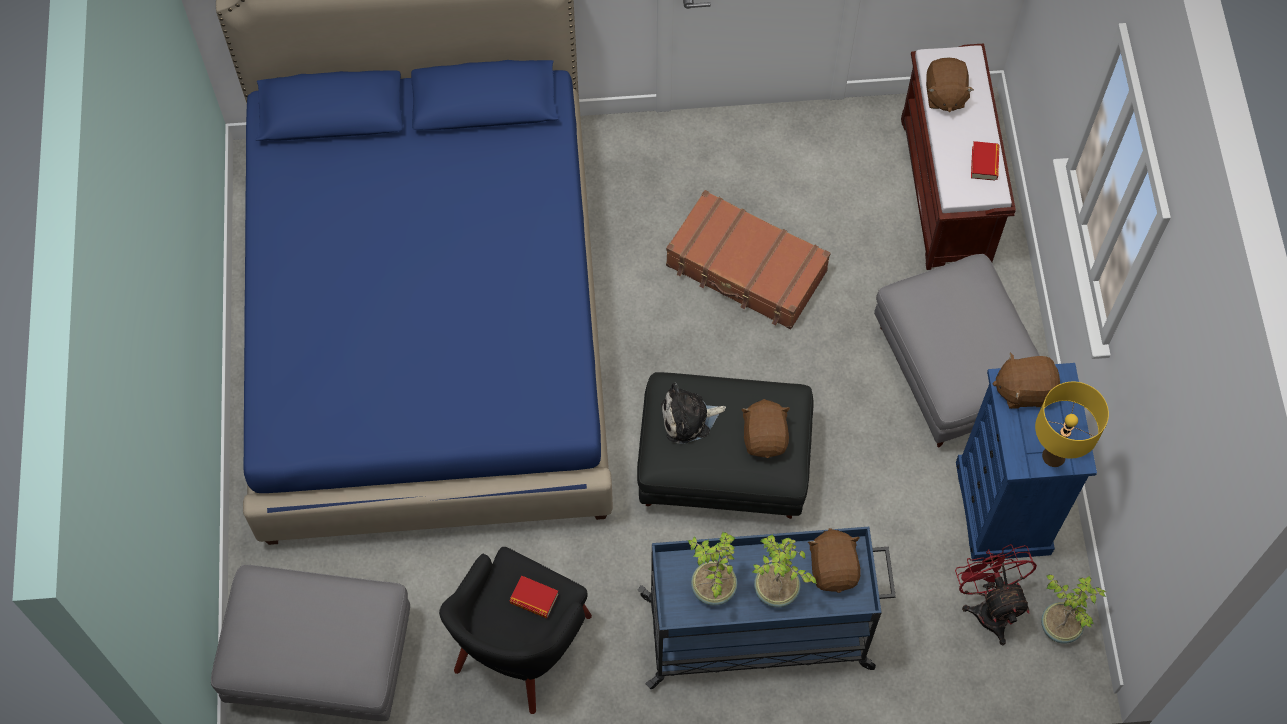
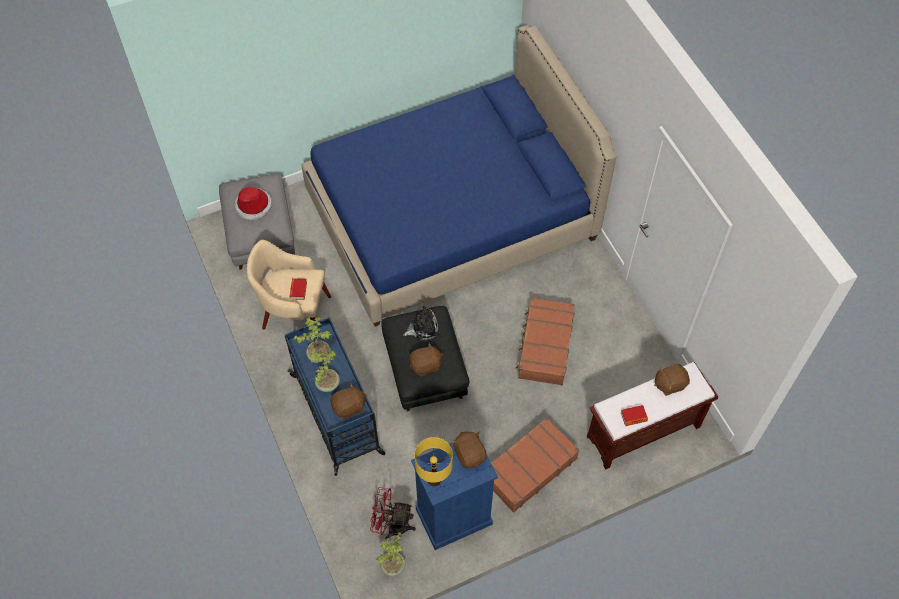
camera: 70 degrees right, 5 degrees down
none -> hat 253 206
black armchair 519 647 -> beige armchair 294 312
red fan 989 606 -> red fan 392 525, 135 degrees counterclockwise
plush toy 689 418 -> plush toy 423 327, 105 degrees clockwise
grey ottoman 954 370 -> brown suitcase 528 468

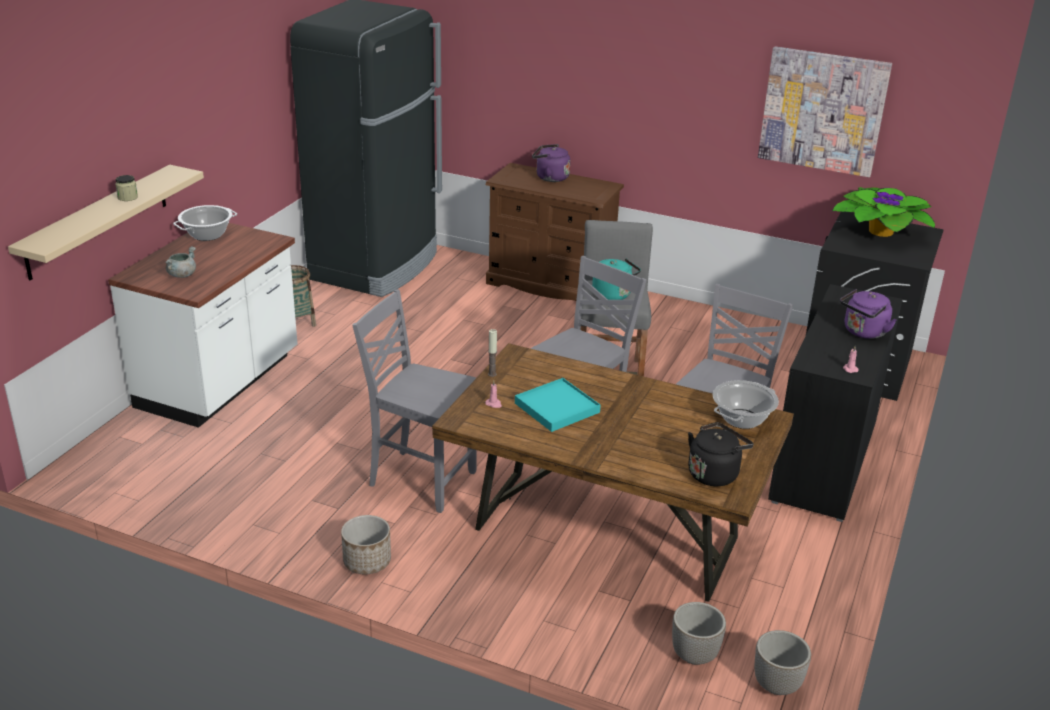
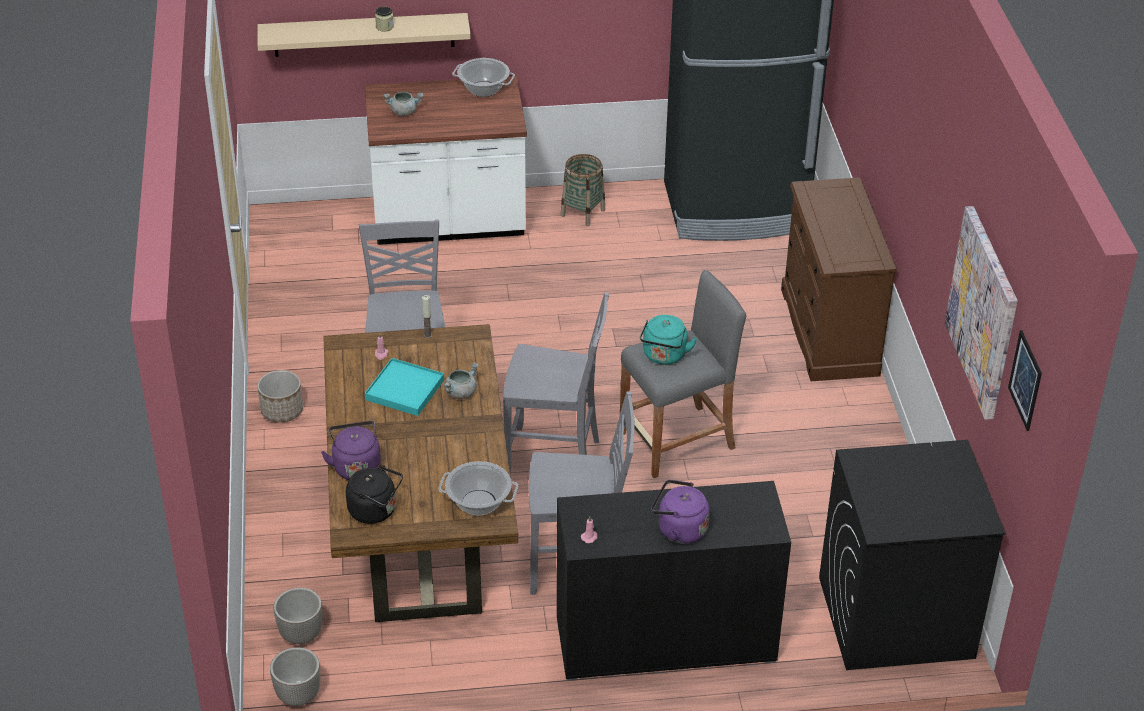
camera: 60 degrees right, 10 degrees up
purple kettle 550 178 -> purple kettle 356 466, moved
none -> grey cooking pot 460 392
none -> picture 1025 380
potted plant 879 232 -> none

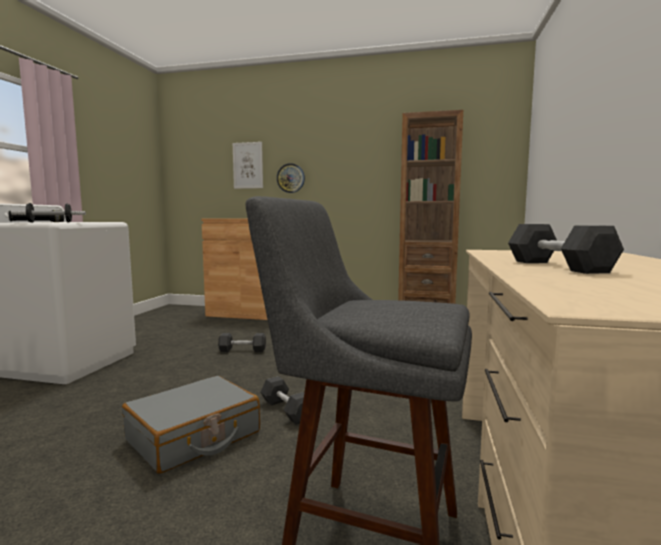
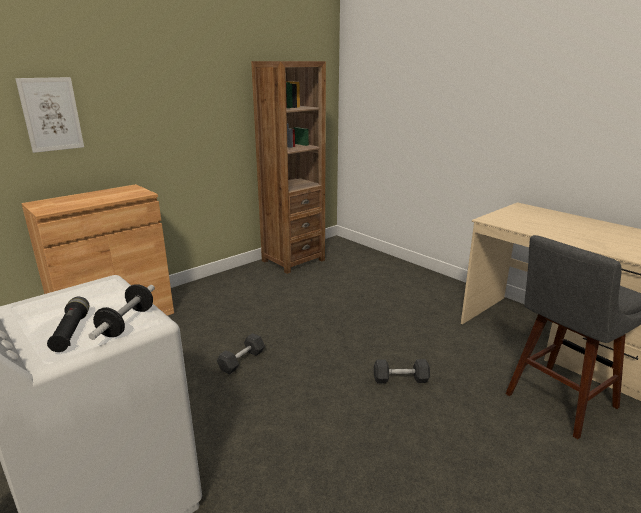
camera: 55 degrees left, 15 degrees up
grey suitcase 194 436 -> none
wall clock 290 178 -> none
grey dumbbell 557 266 -> none

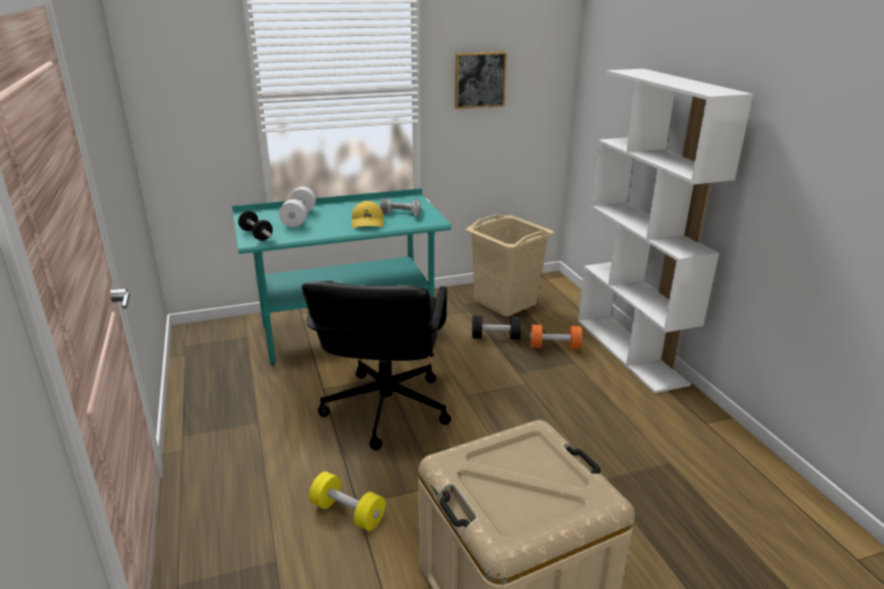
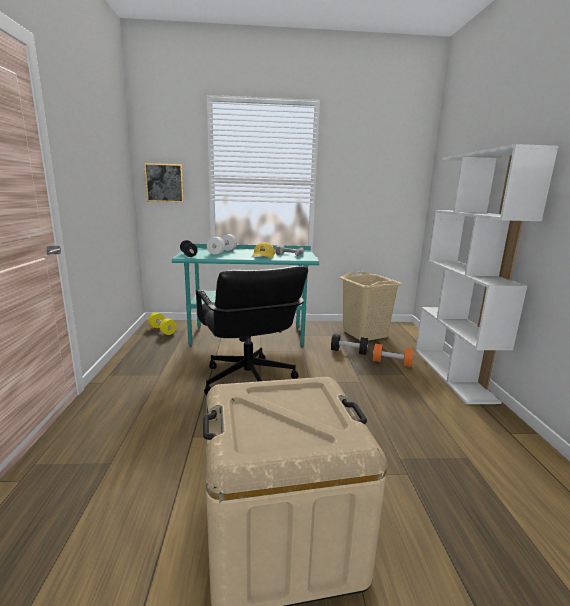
camera: 15 degrees right, 10 degrees down
picture 480 80 -> picture 164 183, moved
yellow dumbbell 348 513 -> yellow dumbbell 162 330, moved
black office chair 385 409 -> black office chair 248 381, 45 degrees counterclockwise

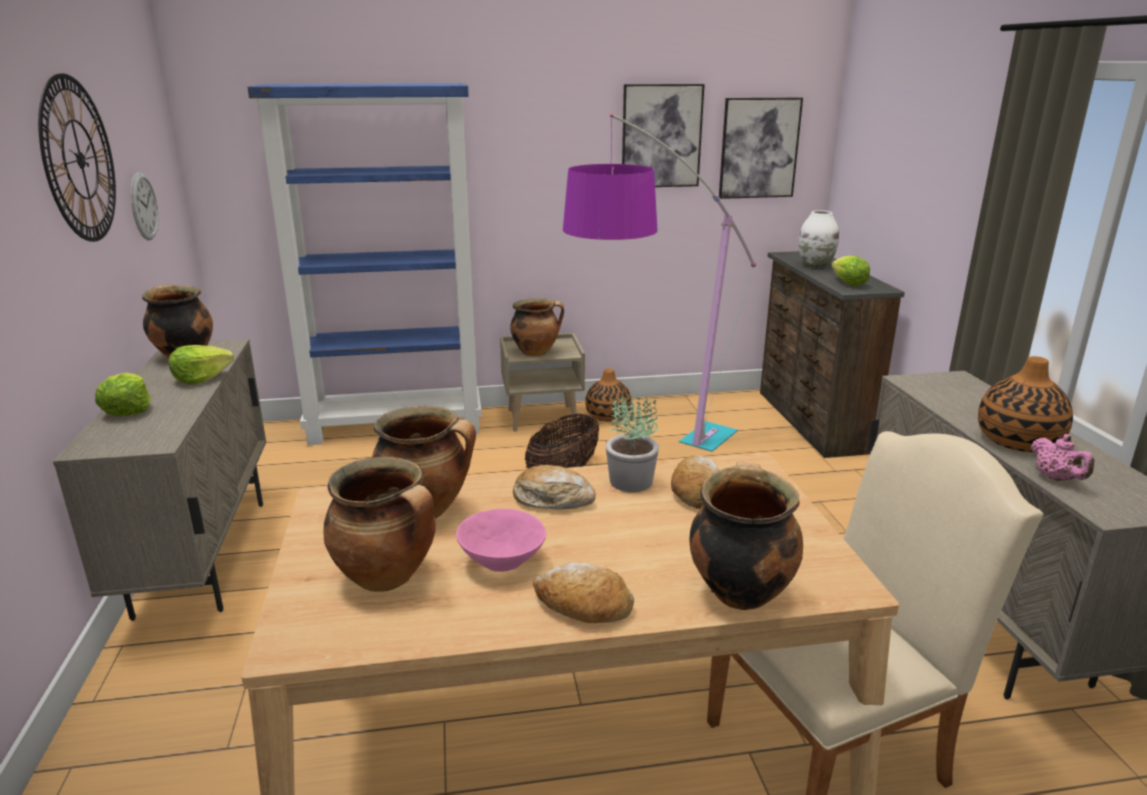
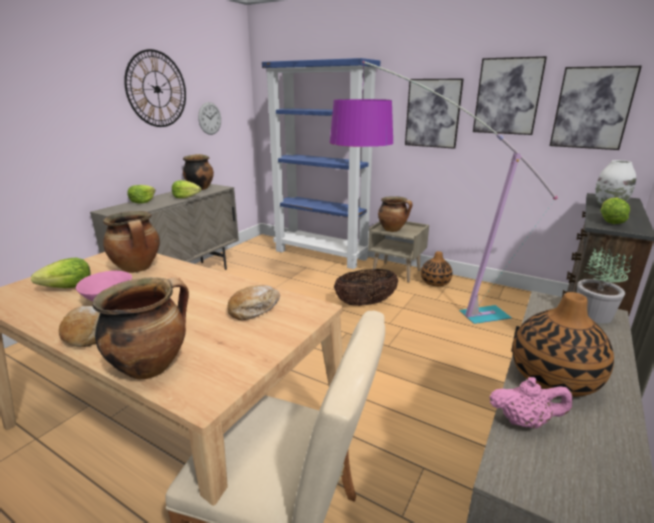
camera: 40 degrees right, 0 degrees up
cooking pot 388 577 -> lettuce 68 287
none -> picture 433 113
pink teapot 1056 478 -> pink teapot 524 421, 105 degrees counterclockwise
potted plant 631 482 -> potted plant 593 315, moved
bread 553 499 -> none

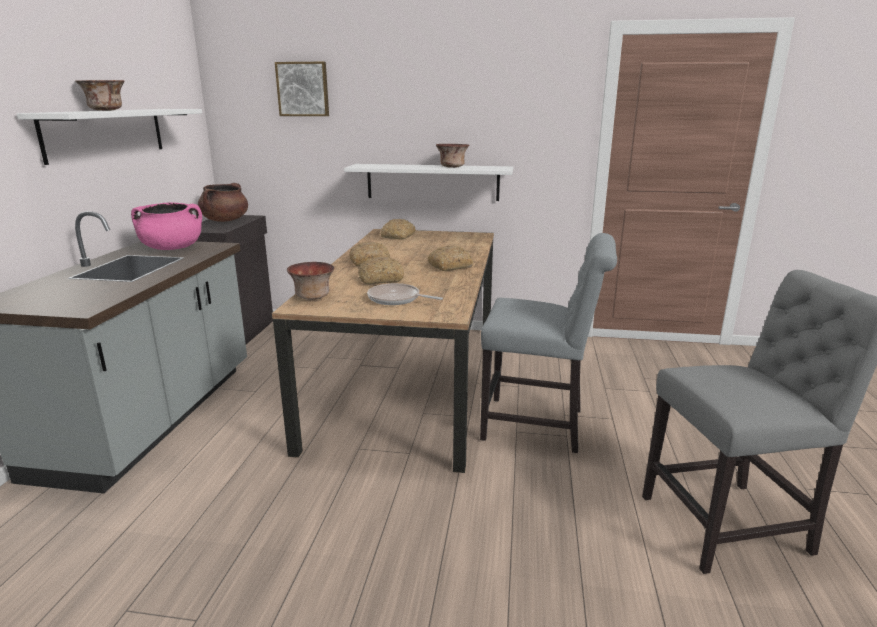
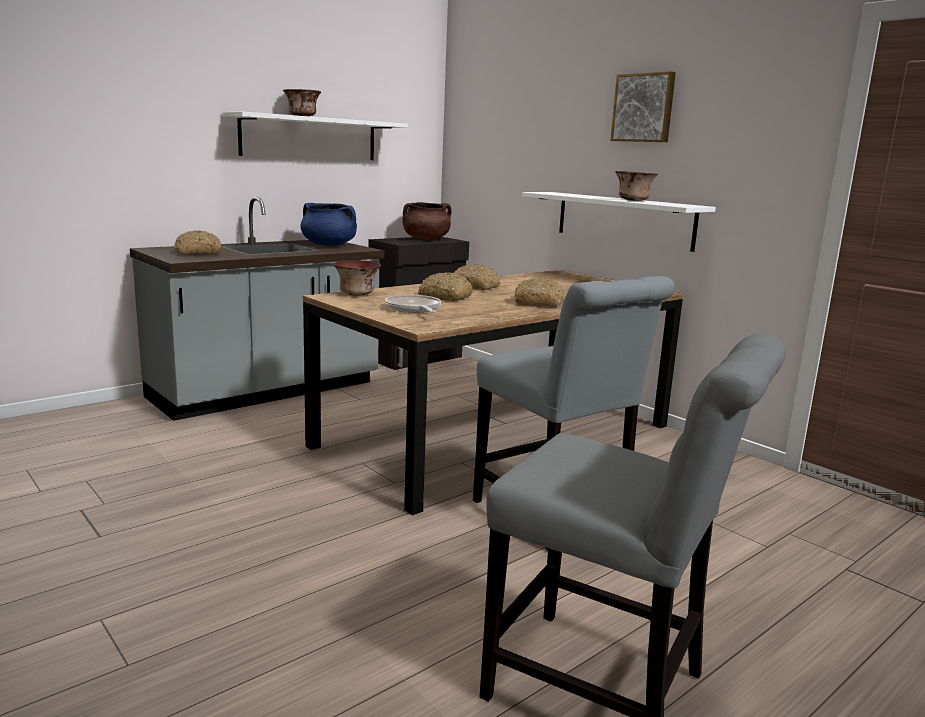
camera: 40 degrees right, 5 degrees down
bread 398 236 -> bread 197 253, moved
pink cooking pot 172 248 -> blue cooking pot 329 245
picture 303 89 -> picture 644 108, moved

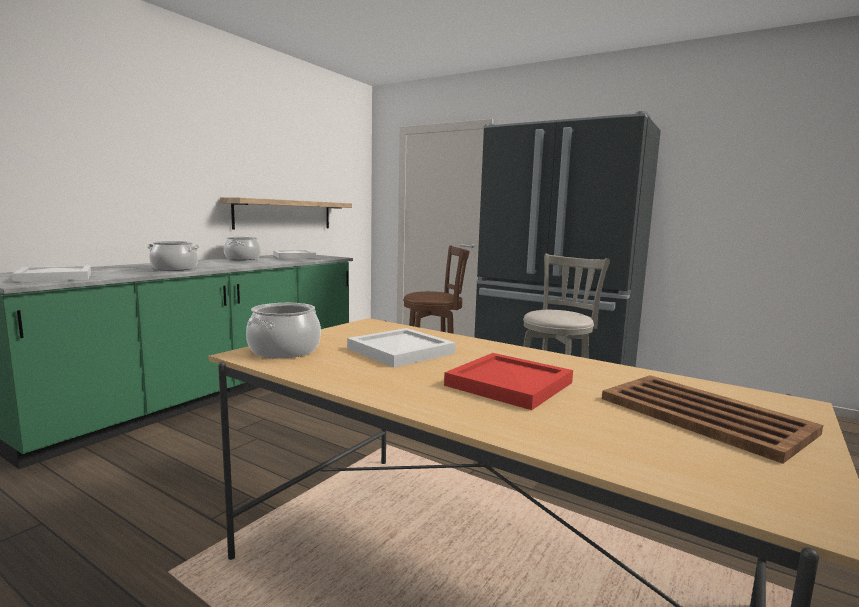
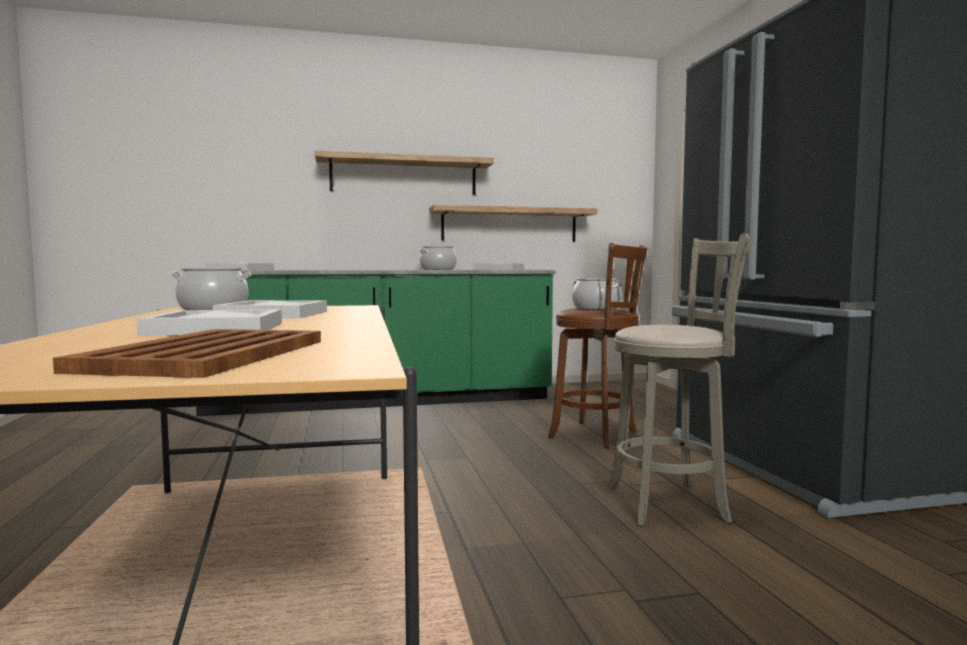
camera: 45 degrees right, 5 degrees down
red tray 507 384 -> white tray 215 328
none -> shelf 404 176
cooking pot 175 268 -> cooking pot 596 308, moved

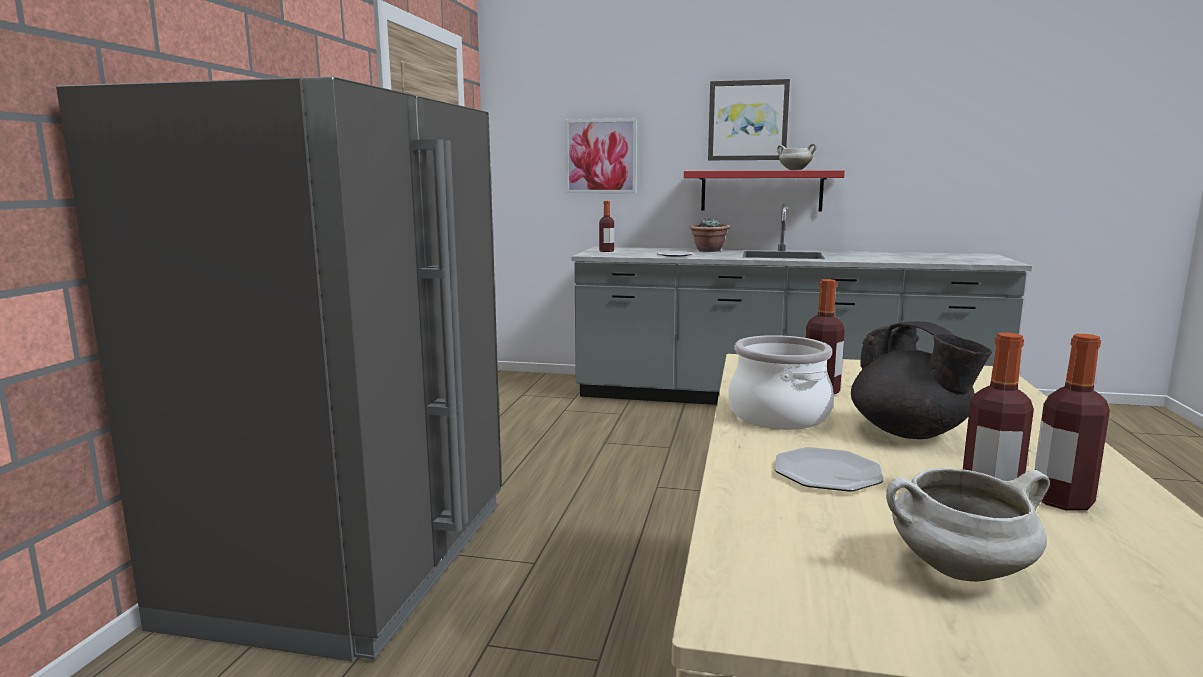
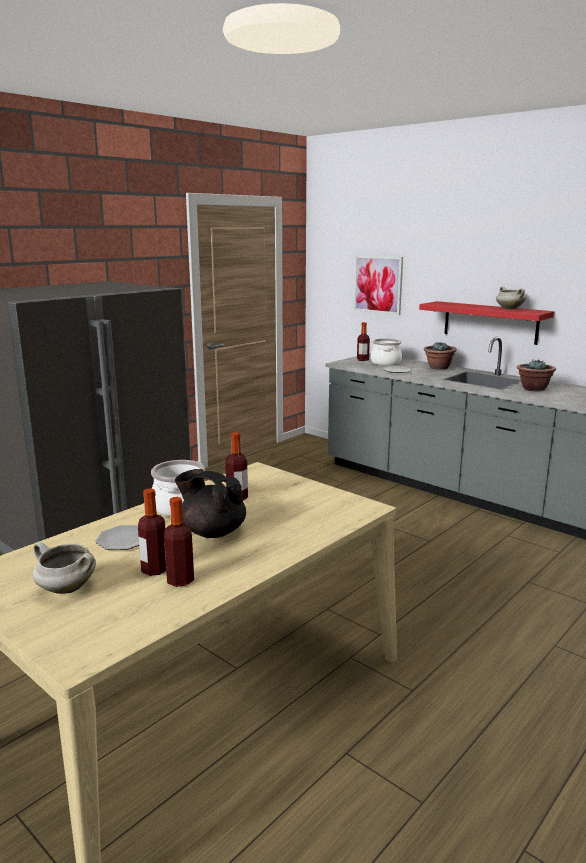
camera: 30 degrees right, 5 degrees up
black teapot 910 433 -> black teapot 212 532, 120 degrees clockwise
none -> cooking pot 385 362
none -> potted plant 533 389
picture 748 120 -> none

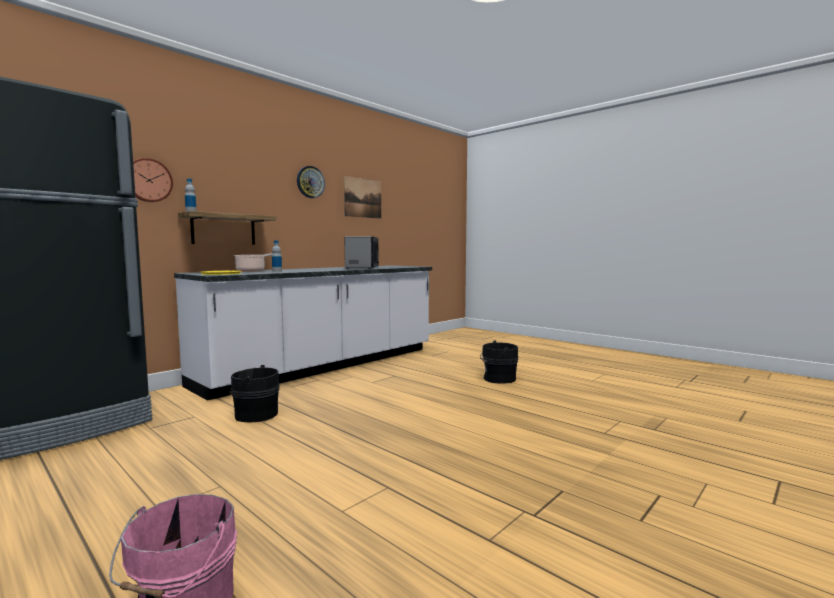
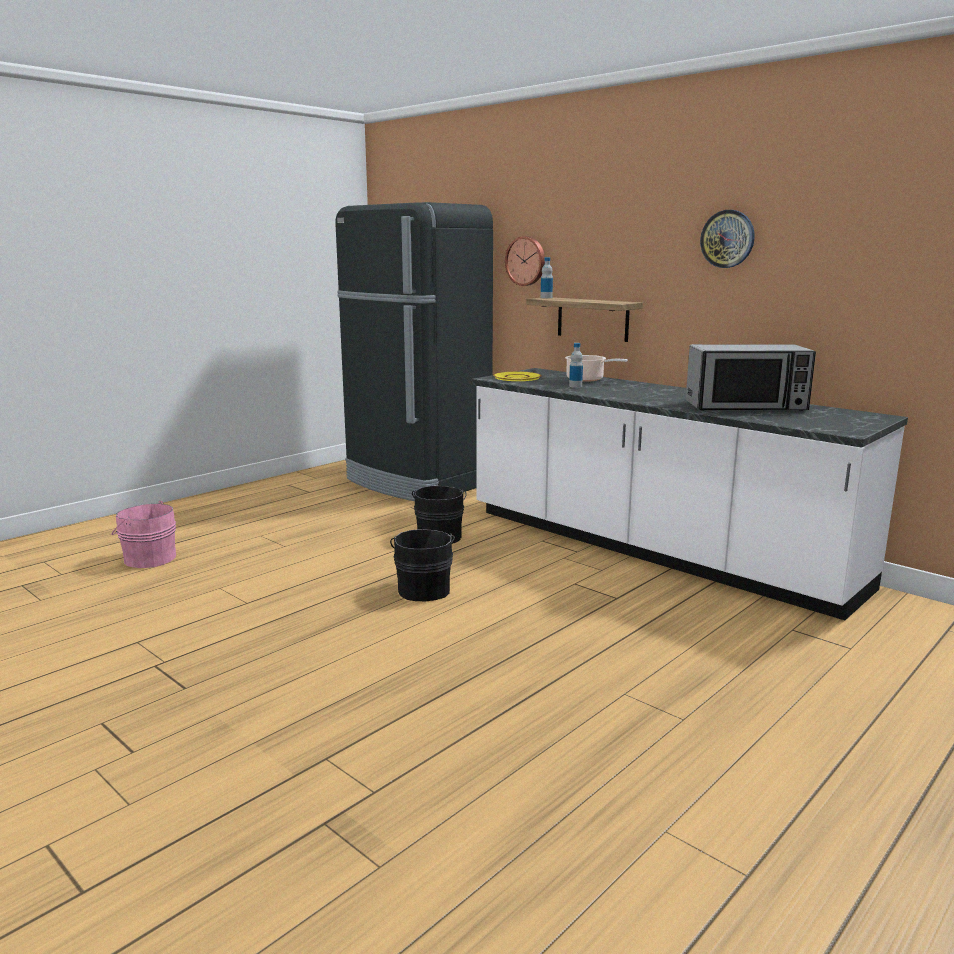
camera: 90 degrees right, 10 degrees up
black bucket 497 379 -> black bucket 424 589, moved
picture 363 198 -> none

